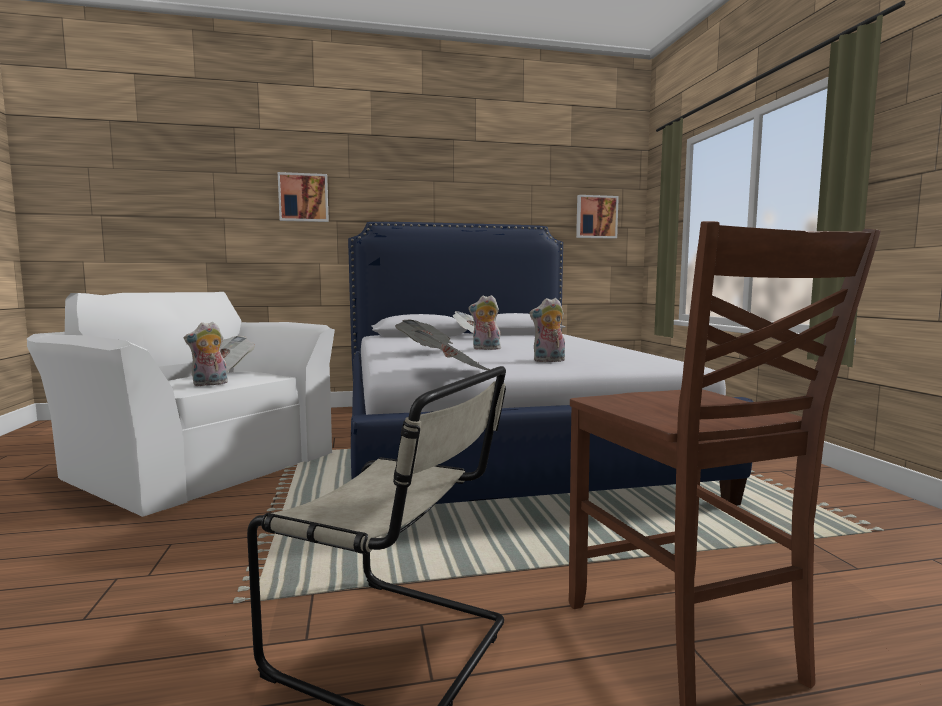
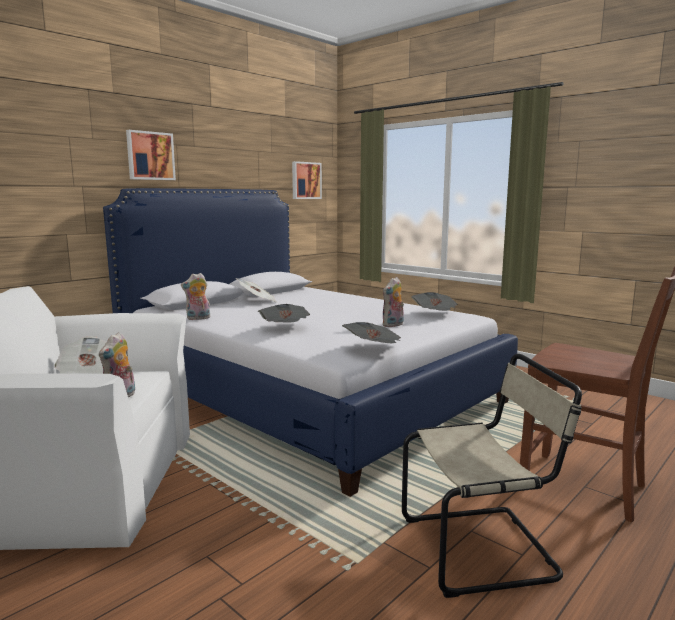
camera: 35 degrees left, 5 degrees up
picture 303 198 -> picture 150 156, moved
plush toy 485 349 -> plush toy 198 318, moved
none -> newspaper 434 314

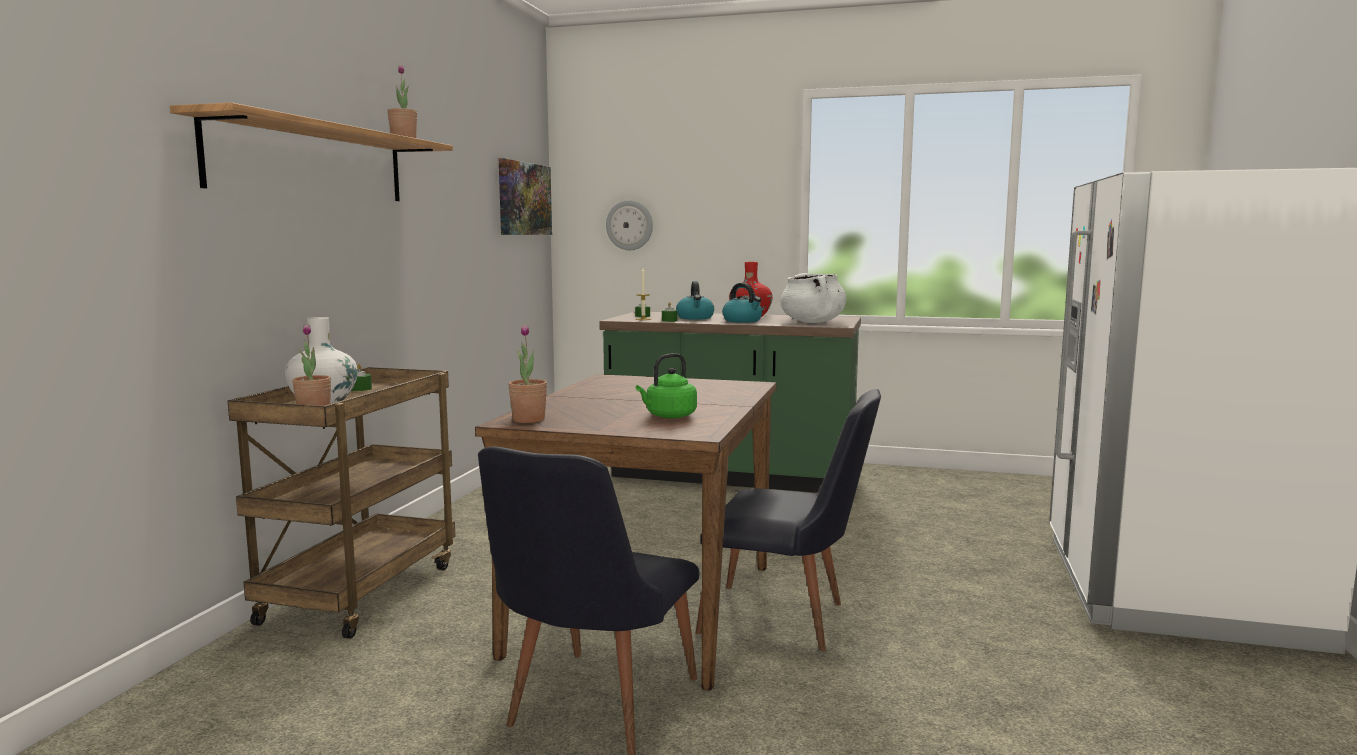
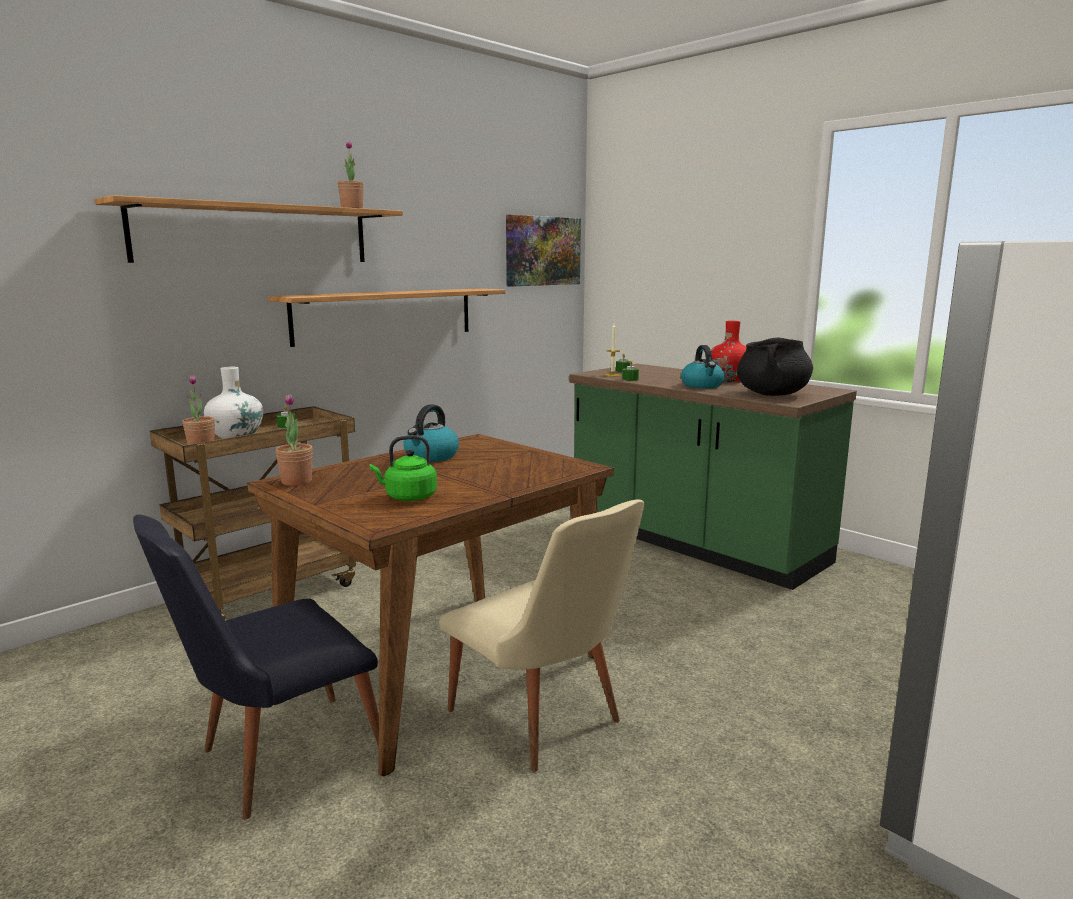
camera: 30 degrees right, 5 degrees up
none -> shelf 386 315
kettle 695 318 -> kettle 431 456, moved
black chair 787 620 -> beige chair 544 724
white cooking pot 812 322 -> black cooking pot 772 394
wall clock 629 225 -> none

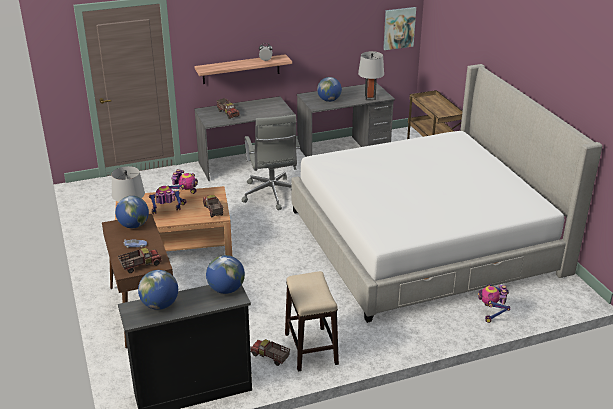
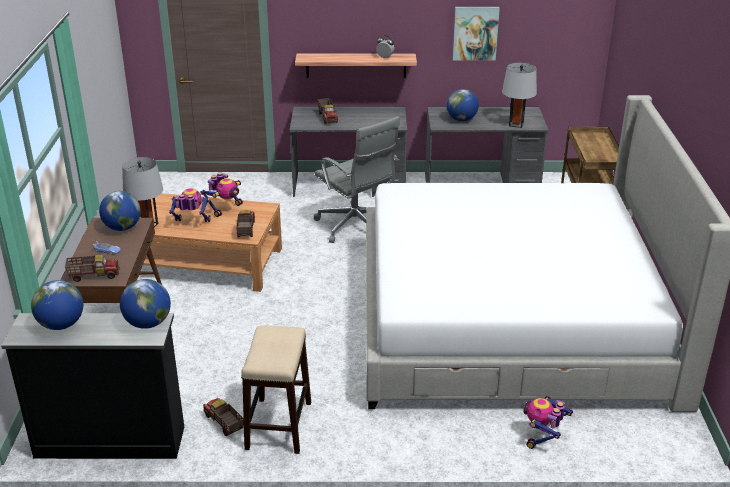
camera: 20 degrees right, 0 degrees up
grey office chair 272 195 -> grey office chair 356 226, 45 degrees counterclockwise
picture 399 28 -> picture 475 33, moved

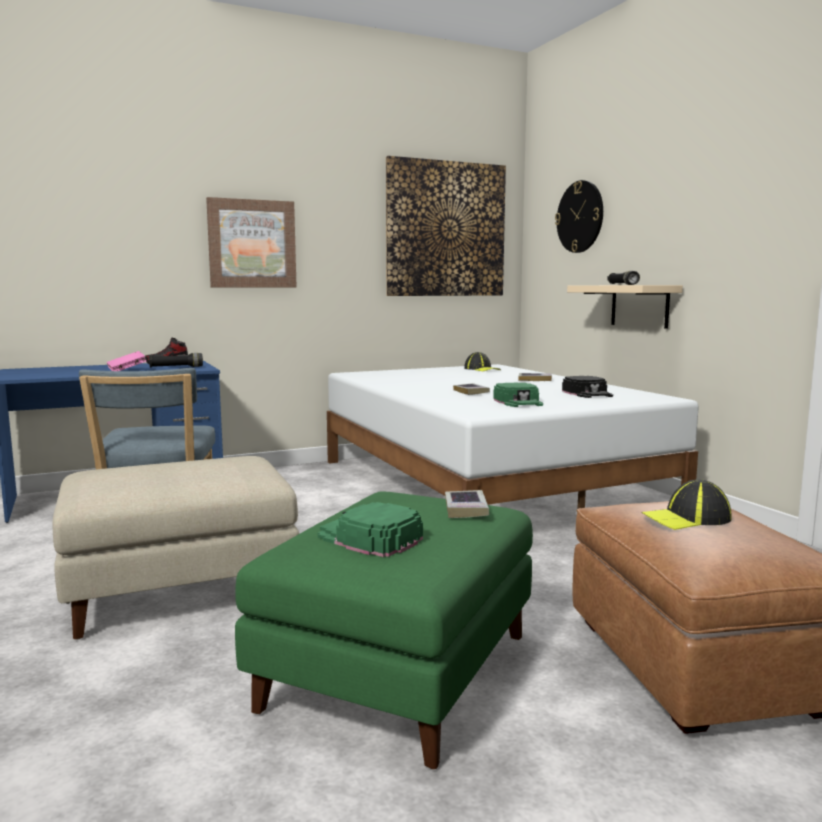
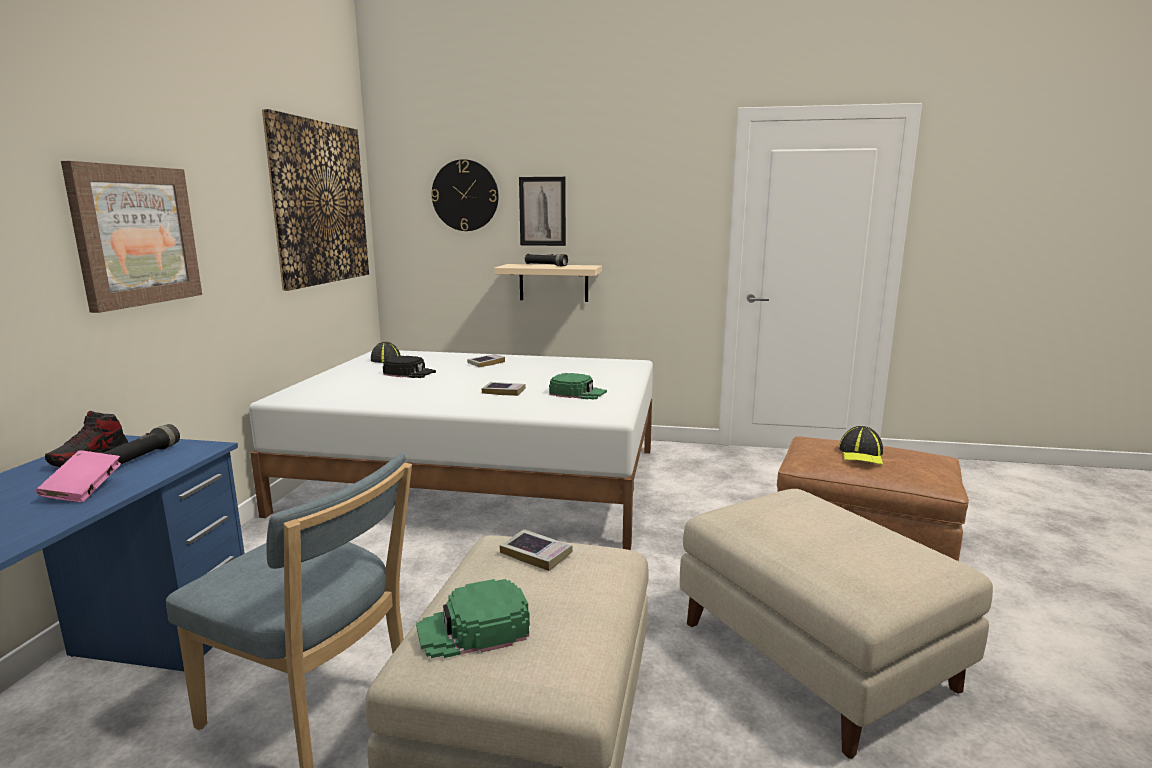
camera: 55 degrees left, 5 degrees up
black cap 587 393 -> black cap 410 373, moved
green cap 369 538 -> green cap 474 629, moved
book 466 509 -> book 536 554, moved
none -> picture 542 211
green ottoman 399 674 -> beige ottoman 817 657

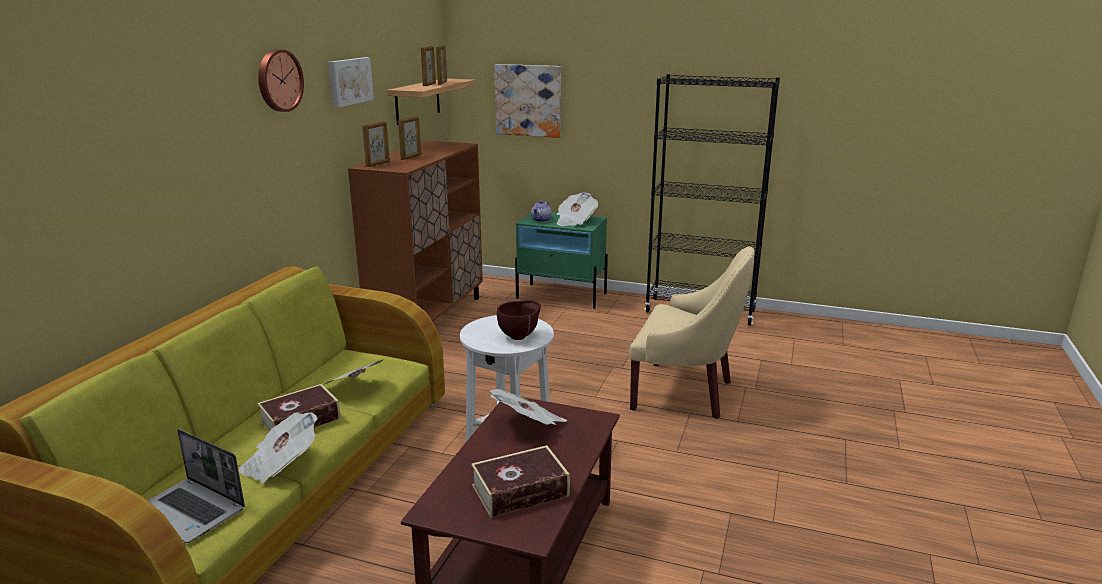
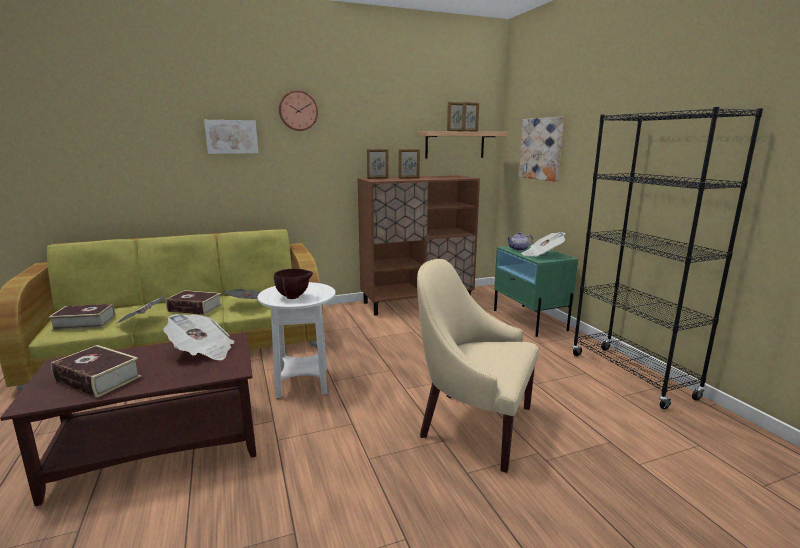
camera: 50 degrees right, 5 degrees down
laptop 191 511 -> book 84 323
picture 349 81 -> picture 231 136, moved
beige armchair 685 392 -> beige armchair 473 424, 135 degrees clockwise

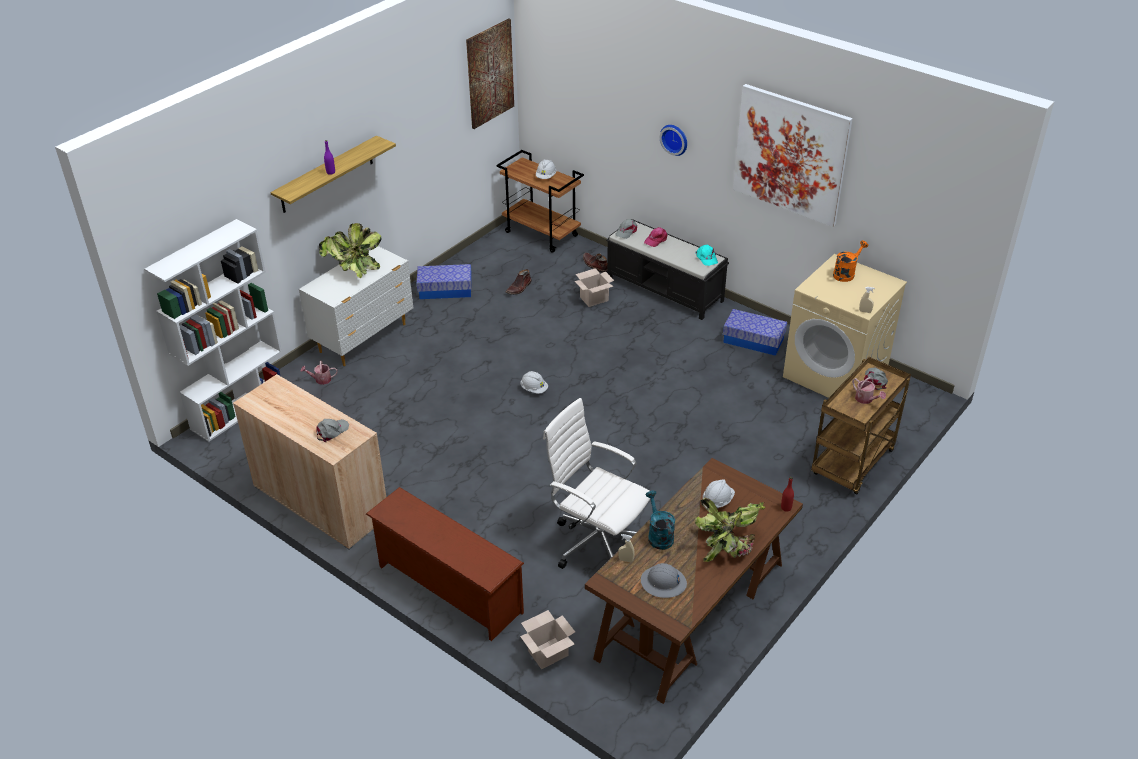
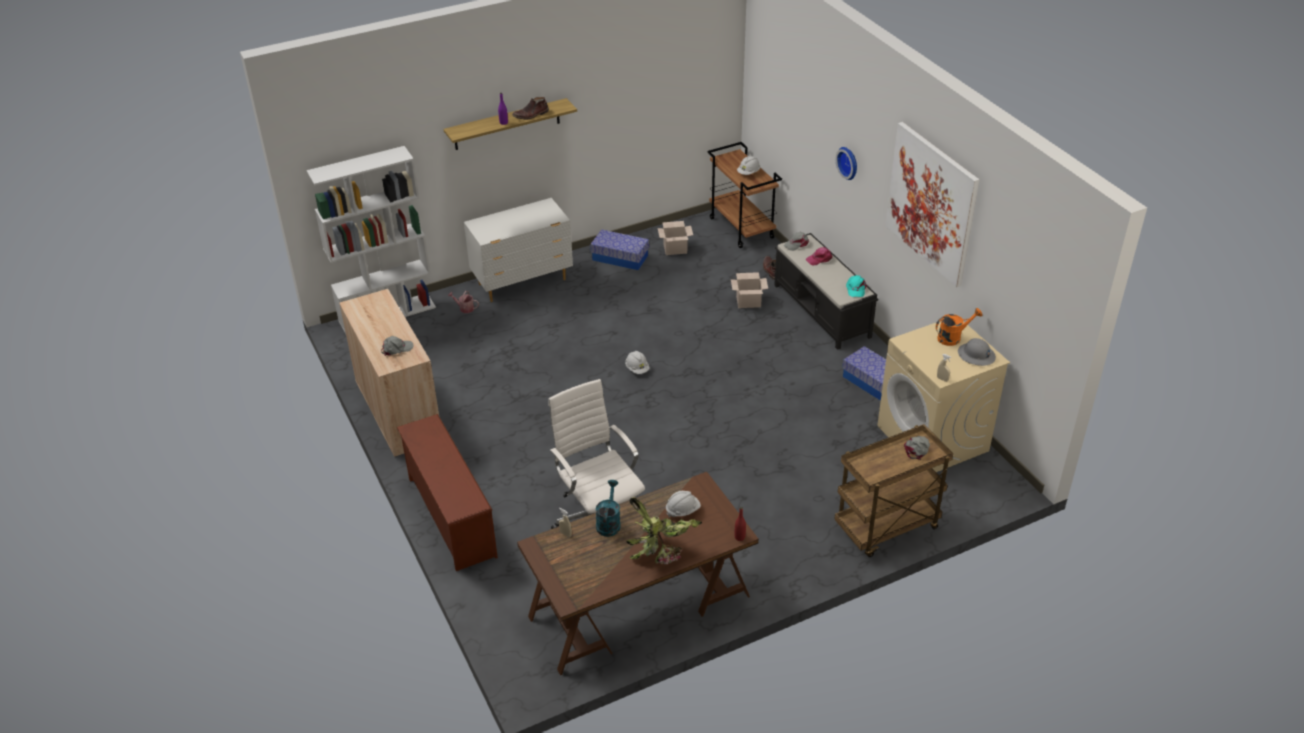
camera: 25 degrees right, 0 degrees up
brown boot 519 288 -> brown boot 531 115, moved
cardboard box 548 652 -> cardboard box 675 249, moved
grey hard hat 663 583 -> grey hard hat 976 355, moved
potted plant 353 271 -> none
picture 489 73 -> none
watering can 866 399 -> none

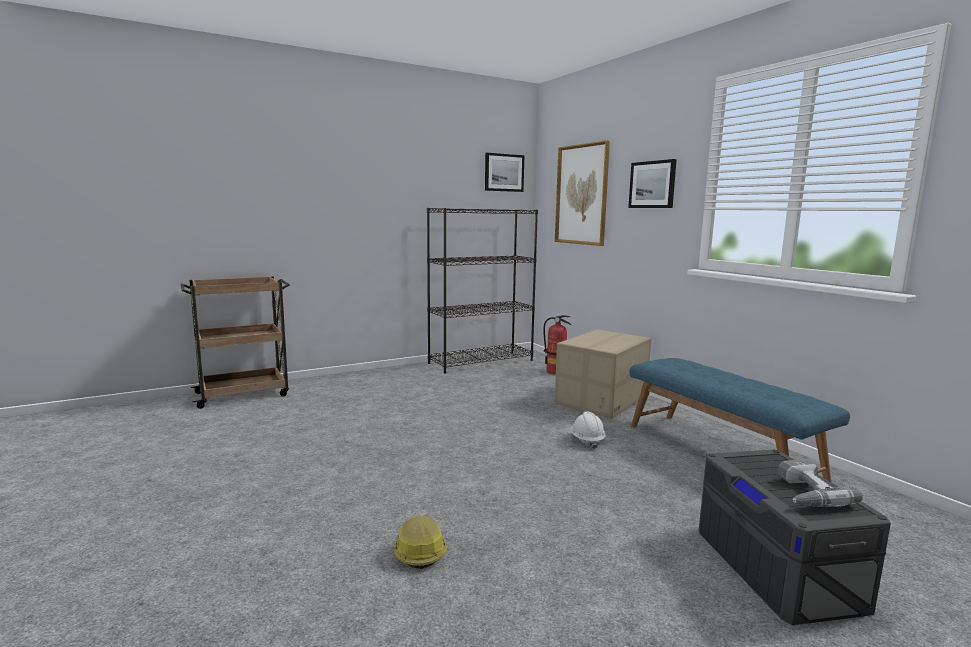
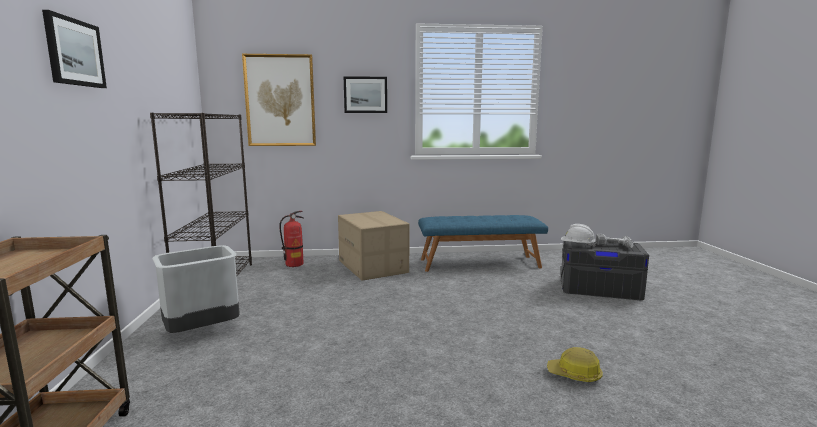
camera: 65 degrees left, 0 degrees up
picture 504 172 -> picture 74 52, moved
none -> grey trash can 203 331
white hard hat 587 440 -> white hard hat 577 246, moved

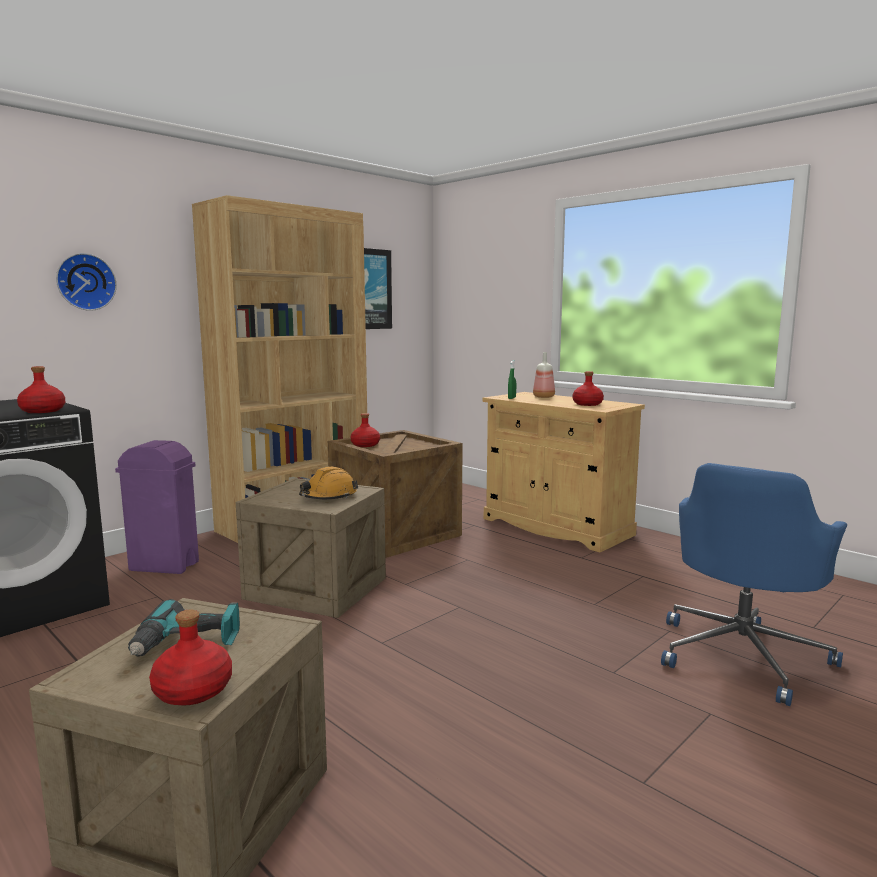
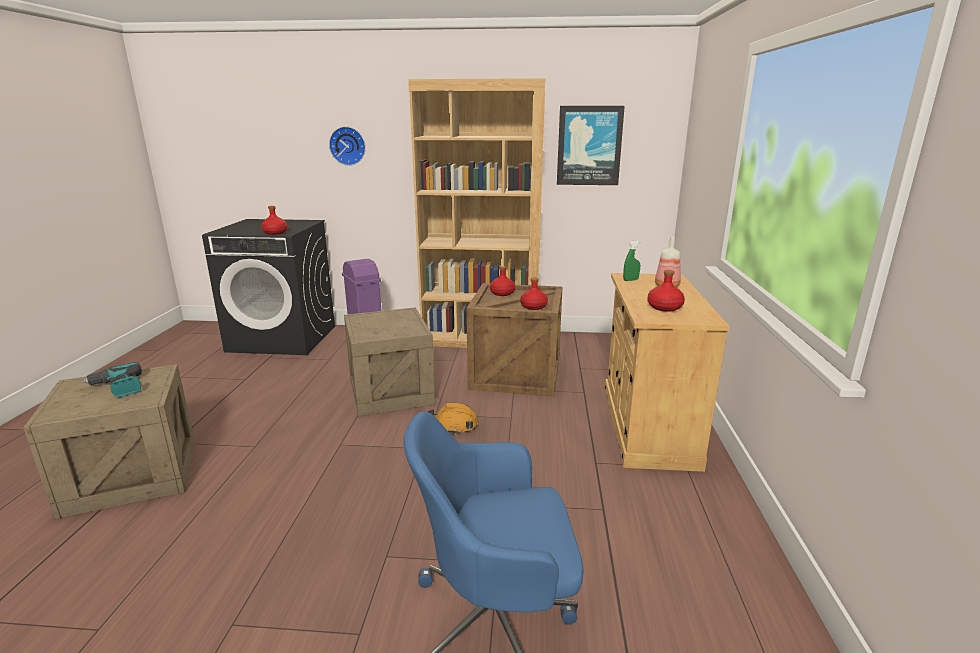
camera: 50 degrees right, 10 degrees up
orange hard hat 328 497 -> orange hard hat 453 425, moved
red bottle 194 690 -> red bottle 534 306, moved

